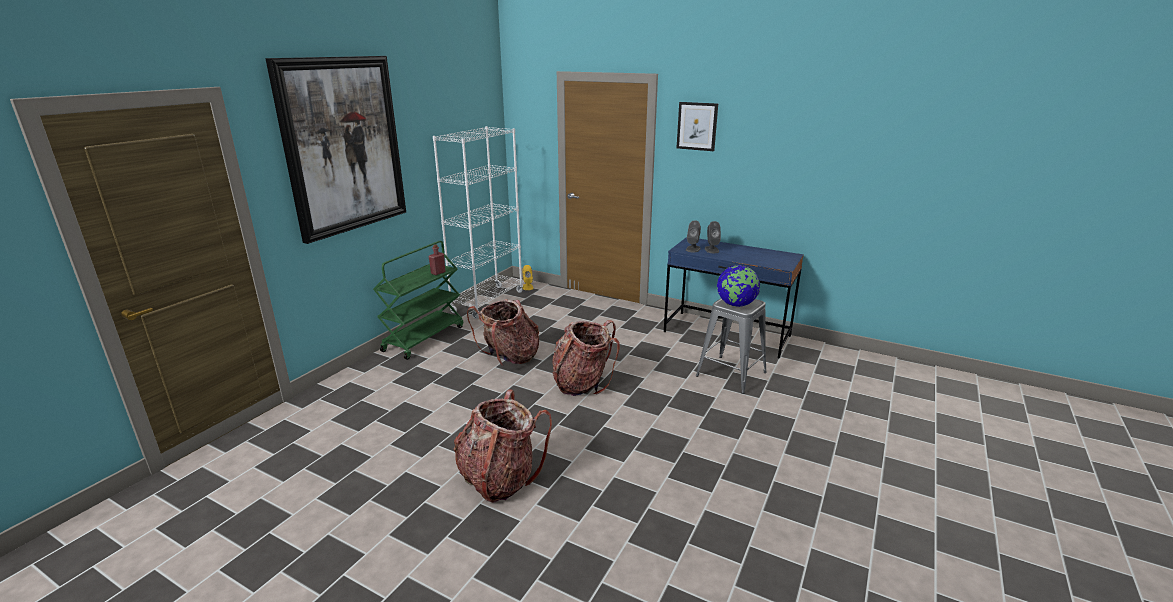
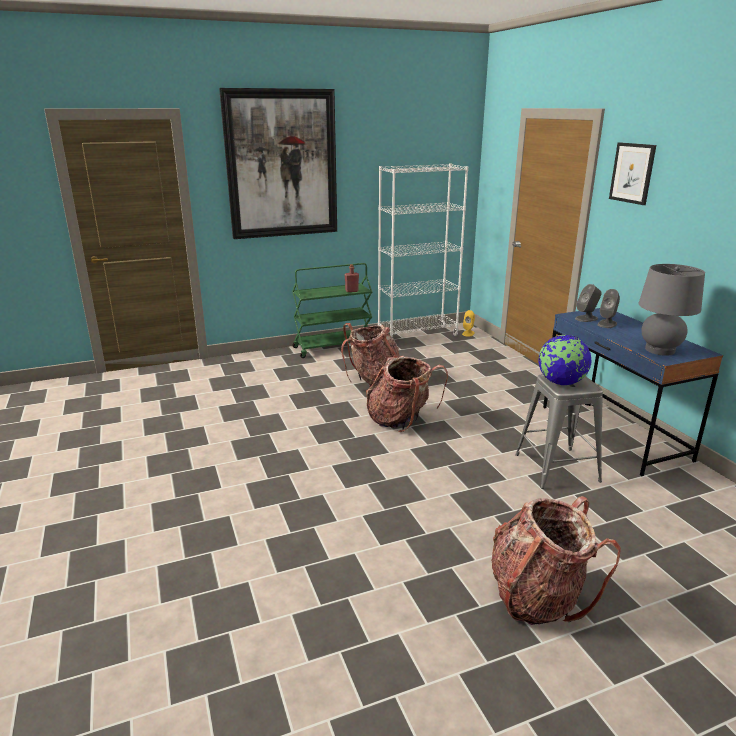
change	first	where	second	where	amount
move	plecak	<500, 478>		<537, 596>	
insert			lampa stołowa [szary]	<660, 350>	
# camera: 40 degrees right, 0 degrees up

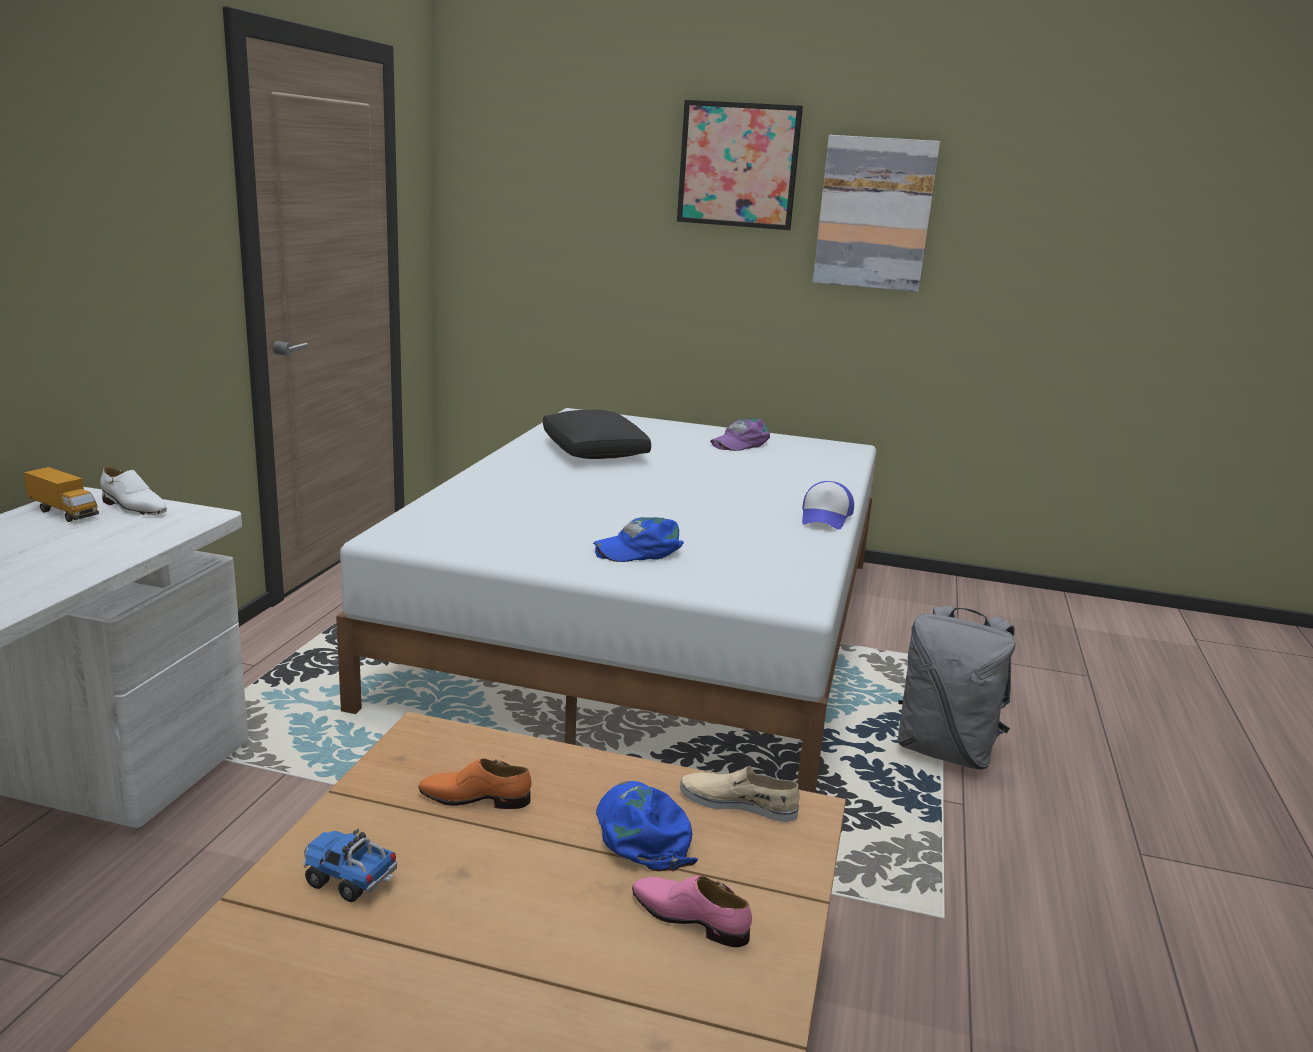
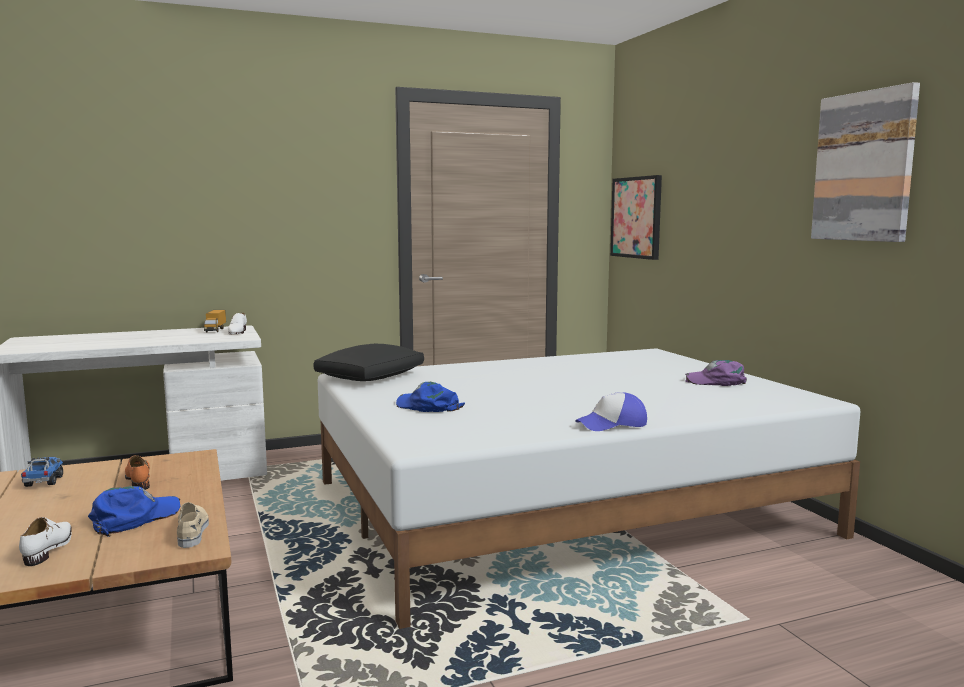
change	first	where	second	where	amount
move	poduszka [czarny]	<595, 452>		<370, 377>	
recolor	but [różowy]	<689, 918>	but [biały]	<49, 548>	
move	obraz	<738, 165>		<637, 217>	
delete	plecak [szary]	<945, 751>			
# camera: 55 degrees right, 10 degrees down

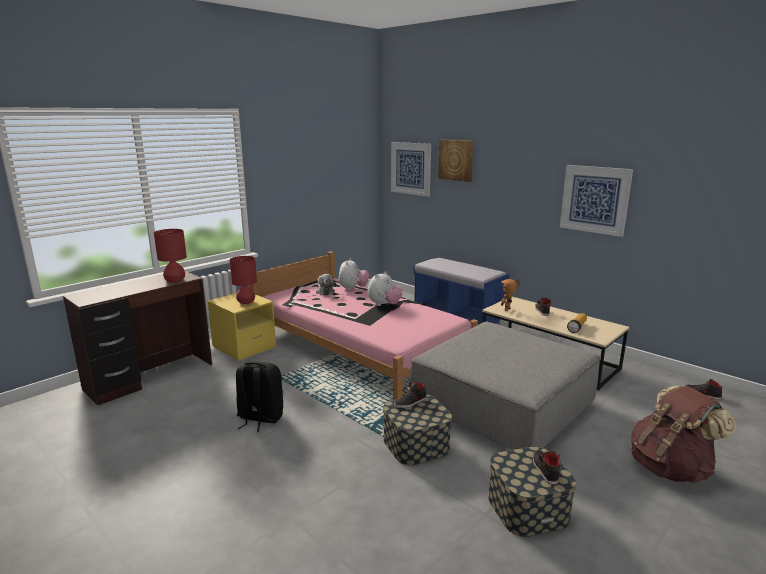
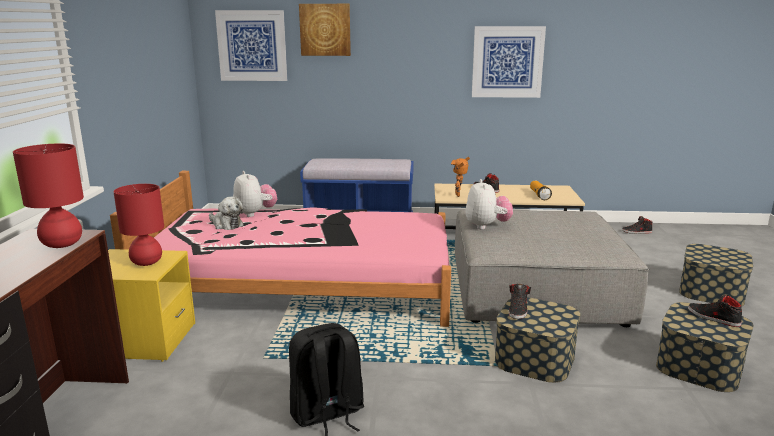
change	first	where	second	where	amount
move	pluszak	<384, 305>		<487, 226>	
replace	plecak [brązowy]	<670, 468>	pojemnik do przechowywania	<711, 291>	
# camera: 40 degrees left, 0 degrees up

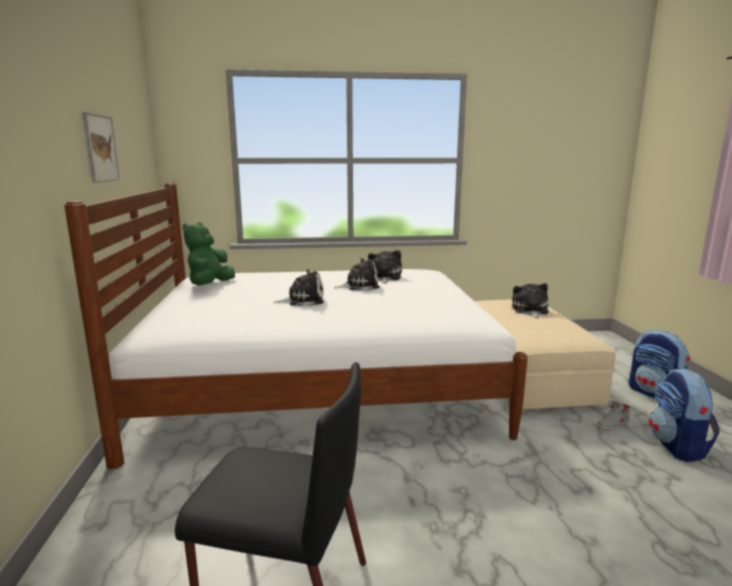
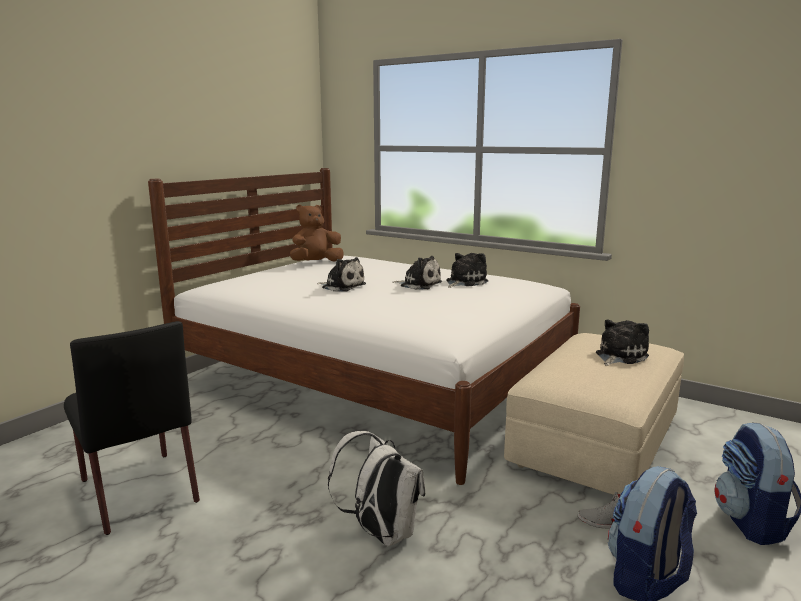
change	first	where	second	where	amount
delete	obraz	<100, 148>			
recolor	pluszak [zielony]	<210, 285>	pluszak [brązowy]	<316, 263>	
insert			plecak [biały]	<381, 533>	
# camera: 40 degrees right, 0 degrees up

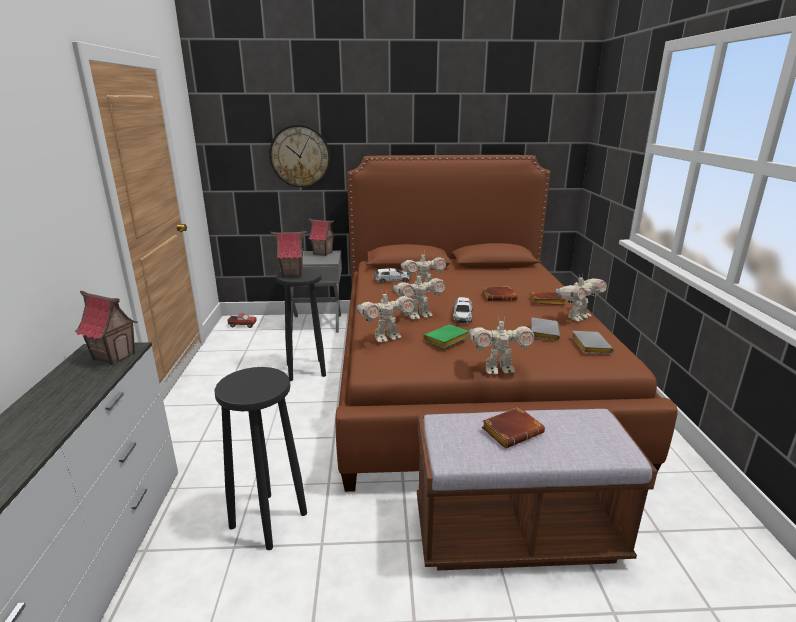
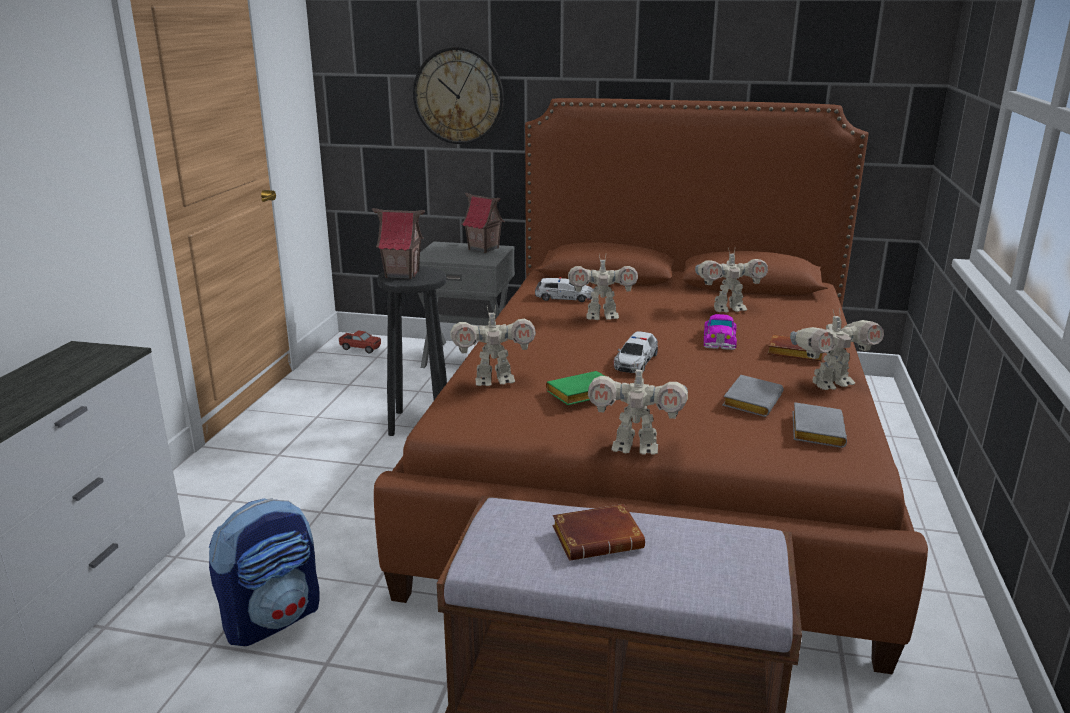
change	first	where	second	where	amount
delete	domek	<114, 356>			
replace	stołek [czarny]	<269, 519>	plecak	<273, 618>	
move	robot zabawkowy	<419, 315>		<728, 309>	
replace	książka [brązowy]	<499, 297>	samochodzik	<719, 338>	
# camera: 15 degrees right, 0 degrees up

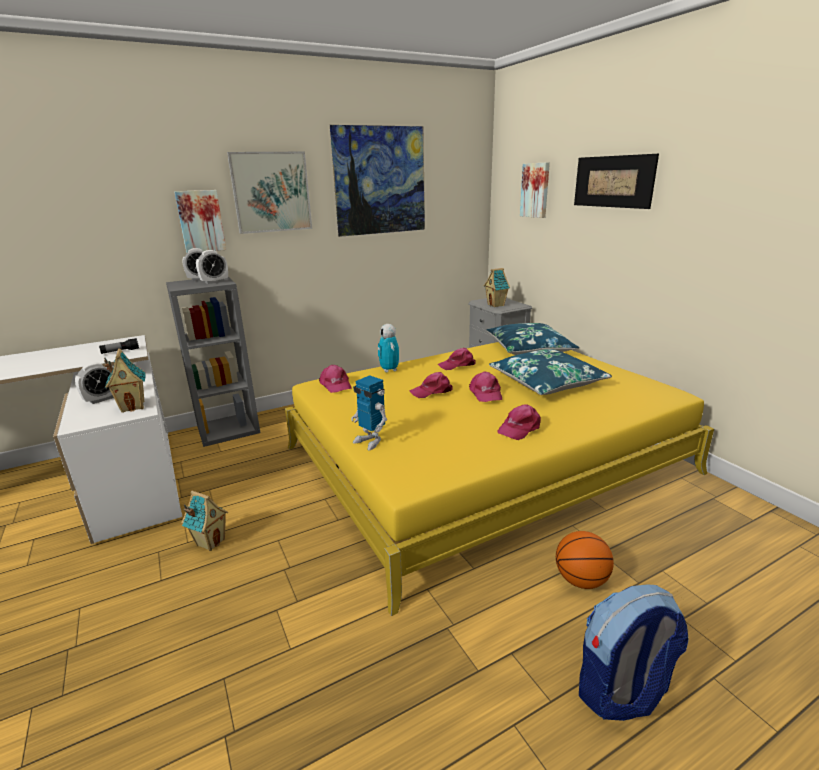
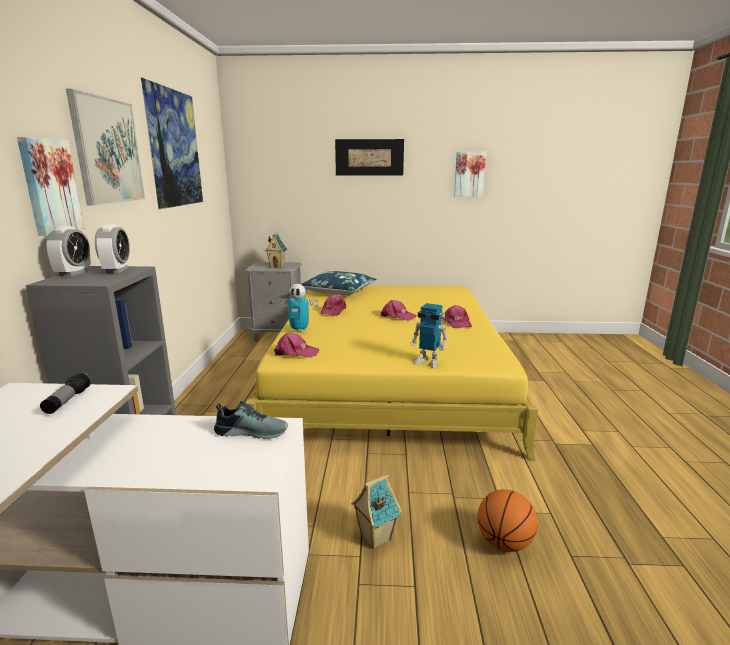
change	first	where	second	where	amount
delete	budzik	<102, 399>			
replace	domek	<133, 406>	but	<252, 431>	
rotate	robot zabawkowy	<370, 441>		<428, 362>	45 degrees clockwise
delete	czapka z daszkiem [różowy]	<432, 391>			
delete	poduszka [niebieski]	<546, 382>			
move	obraz	<535, 190>		<469, 174>	
move	piłka do koszykówki	<581, 580>		<504, 542>	
delete	plecak	<622, 691>			
# camera: 60 degrees left, 5 degrees down

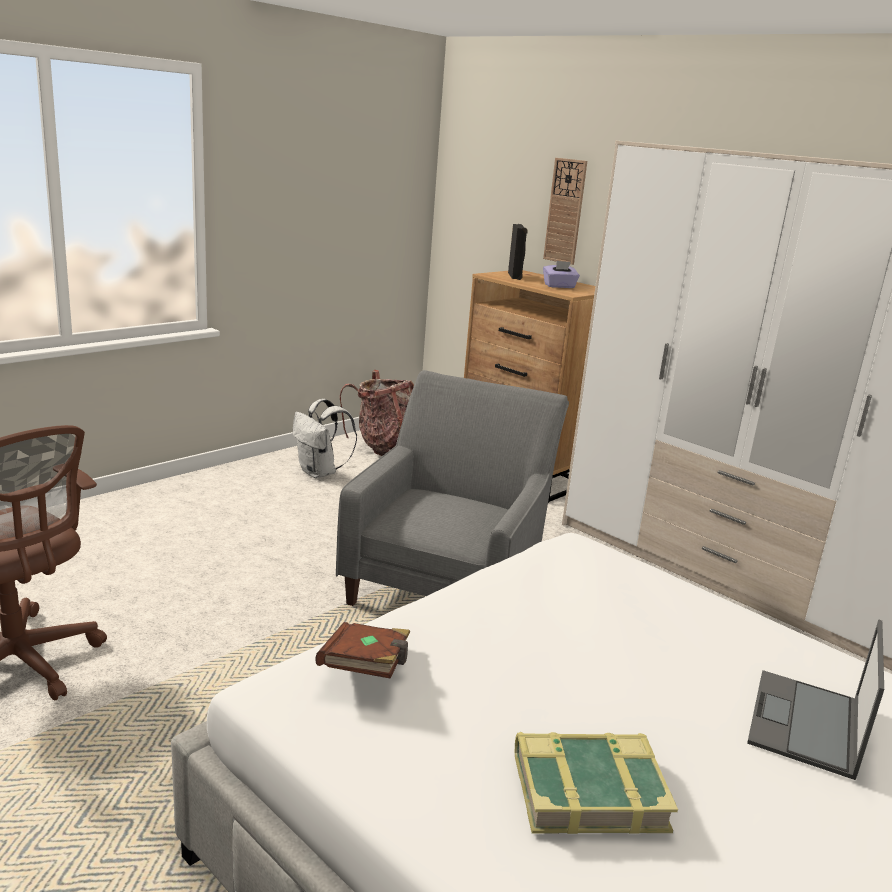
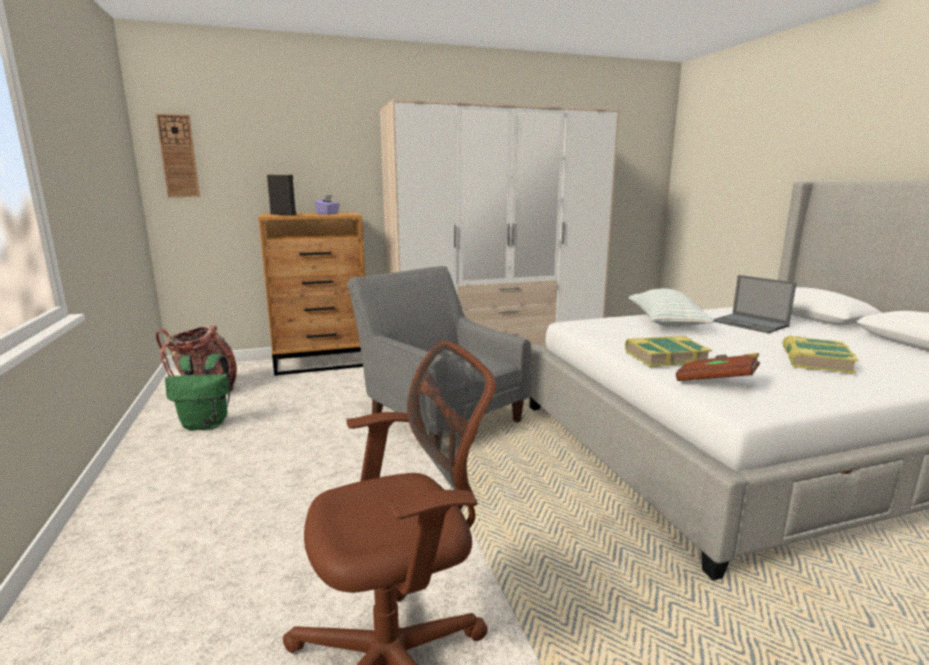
change	first	where	second	where	amount
recolor	plecak [biały]	<320, 473>	plecak [zielony]	<207, 424>	
move	zegar ścienny	<565, 211>		<178, 156>	
insert			książka	<665, 357>	
insert			poduszka	<665, 323>	
# camera: 60 degrees left, 5 degrees down

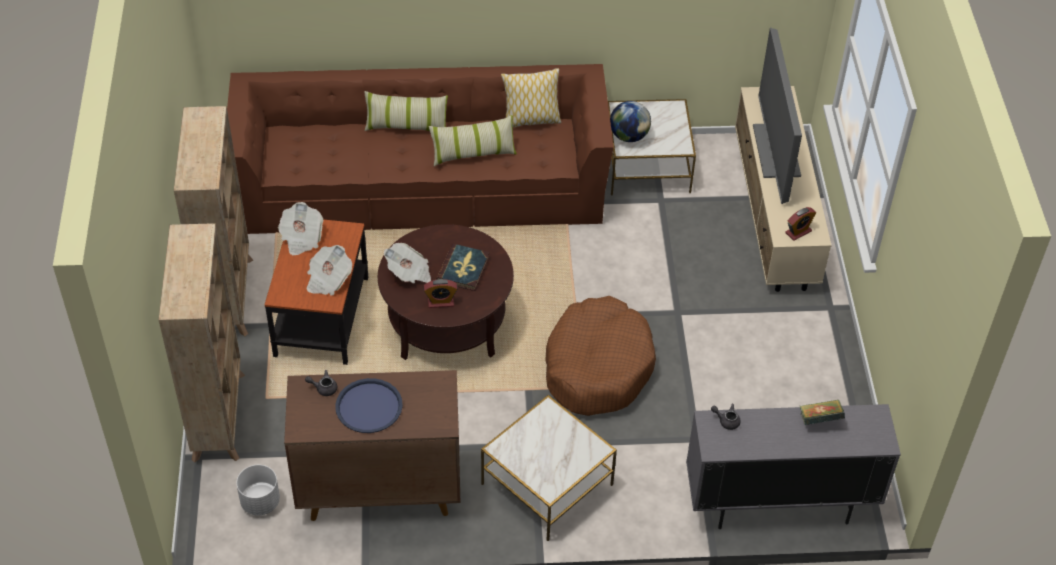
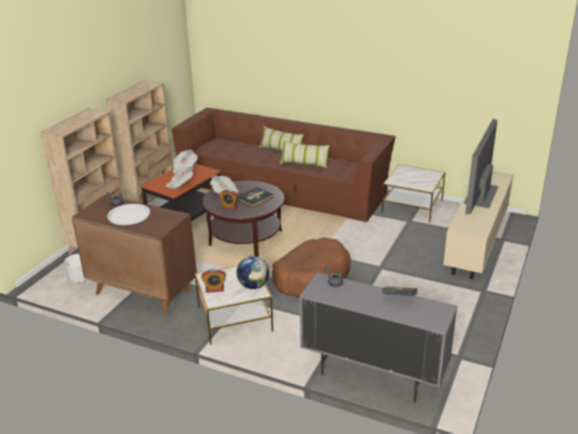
change	first	where	second	where	amount
recolor	taca [niebieski]	<369, 406>	taca [biały]	<129, 215>	
delete	poduszka	<531, 120>			
move	globus	<629, 136>		<253, 286>	
move	budzik	<798, 232>		<214, 289>	
# camera: 30 degrees right, 20 degrees down

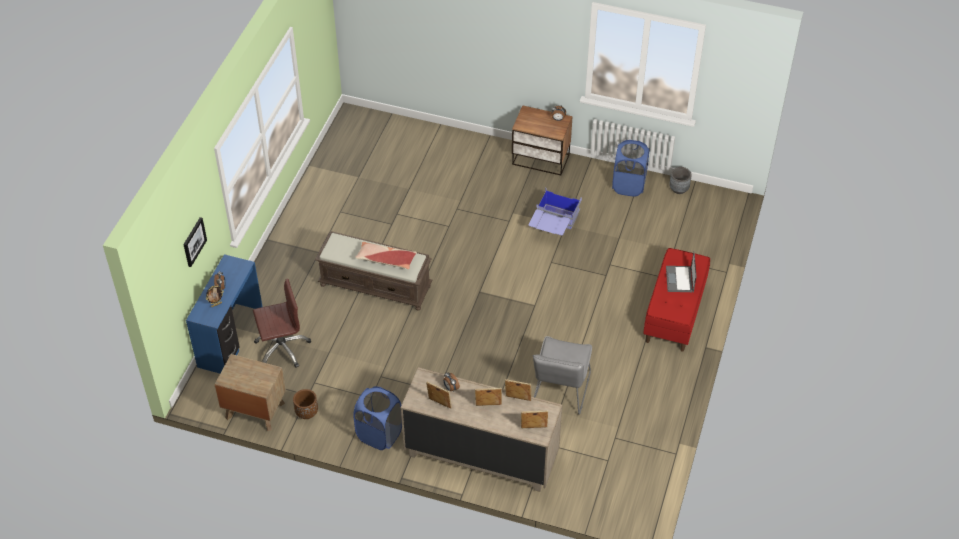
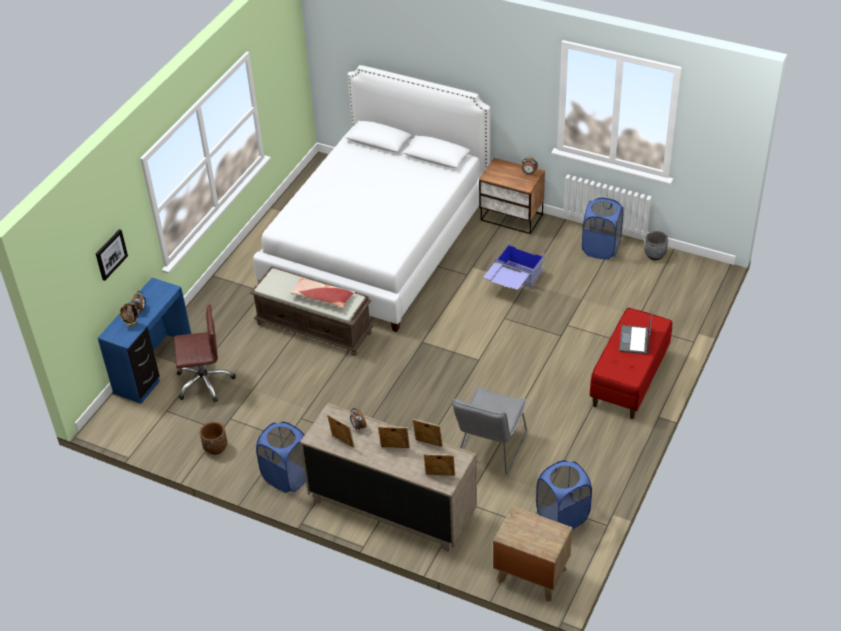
change	first	where	second	where	amount
move	szafka nocna [brązowy]	<254, 410>		<530, 575>	
insert			łóżko [biały]	<378, 243>	
insert			kosz na pranie [niebieski]	<562, 516>	
# camera: 10 degrees right, 5 degrees down

